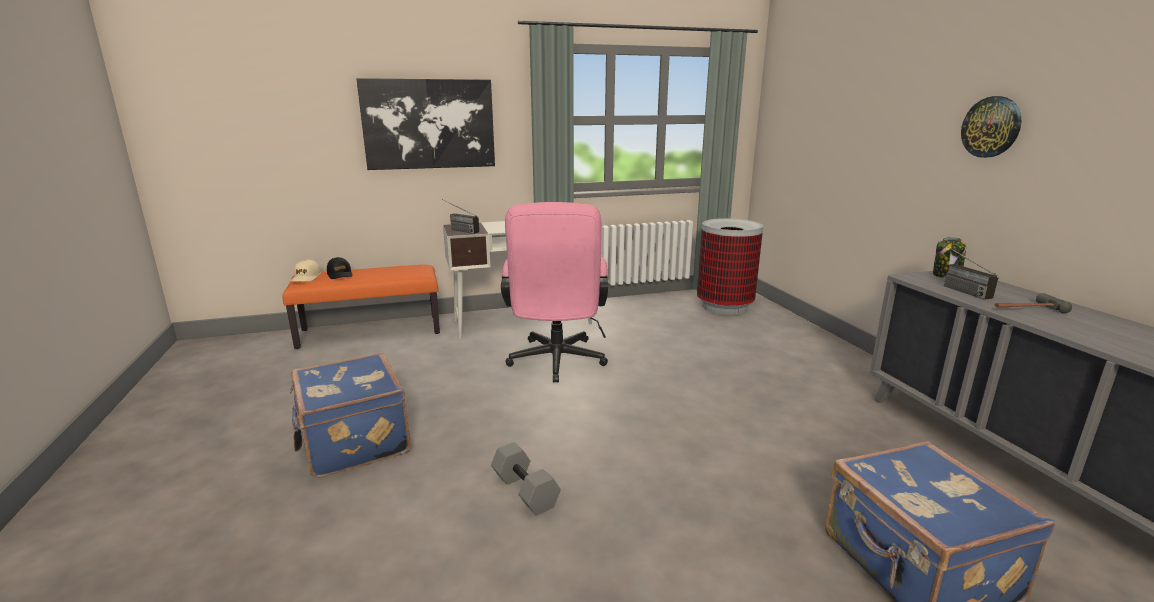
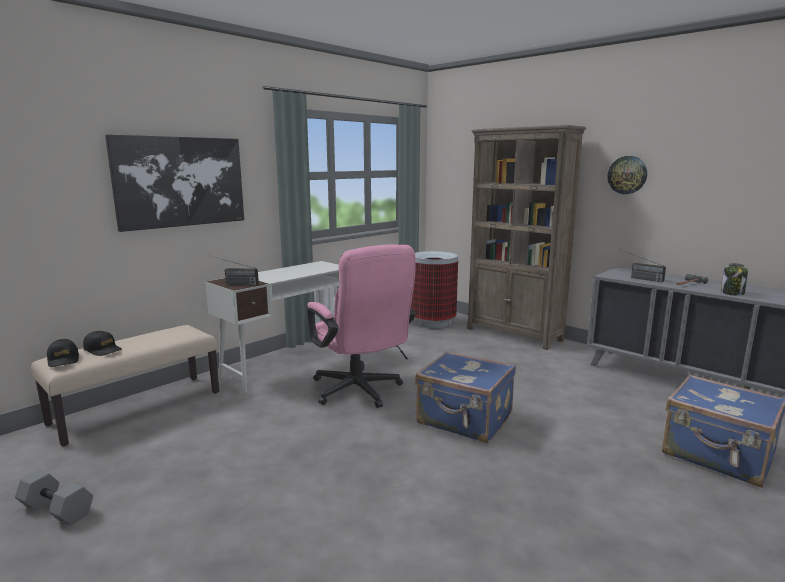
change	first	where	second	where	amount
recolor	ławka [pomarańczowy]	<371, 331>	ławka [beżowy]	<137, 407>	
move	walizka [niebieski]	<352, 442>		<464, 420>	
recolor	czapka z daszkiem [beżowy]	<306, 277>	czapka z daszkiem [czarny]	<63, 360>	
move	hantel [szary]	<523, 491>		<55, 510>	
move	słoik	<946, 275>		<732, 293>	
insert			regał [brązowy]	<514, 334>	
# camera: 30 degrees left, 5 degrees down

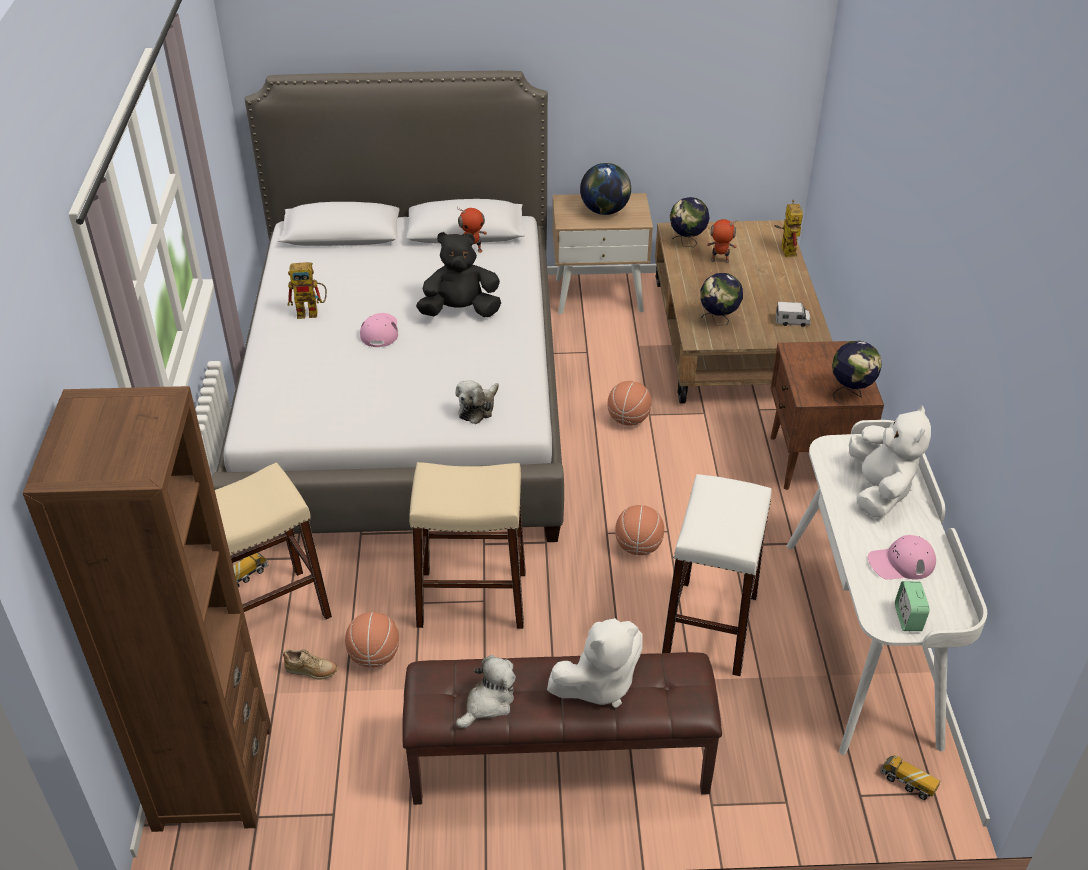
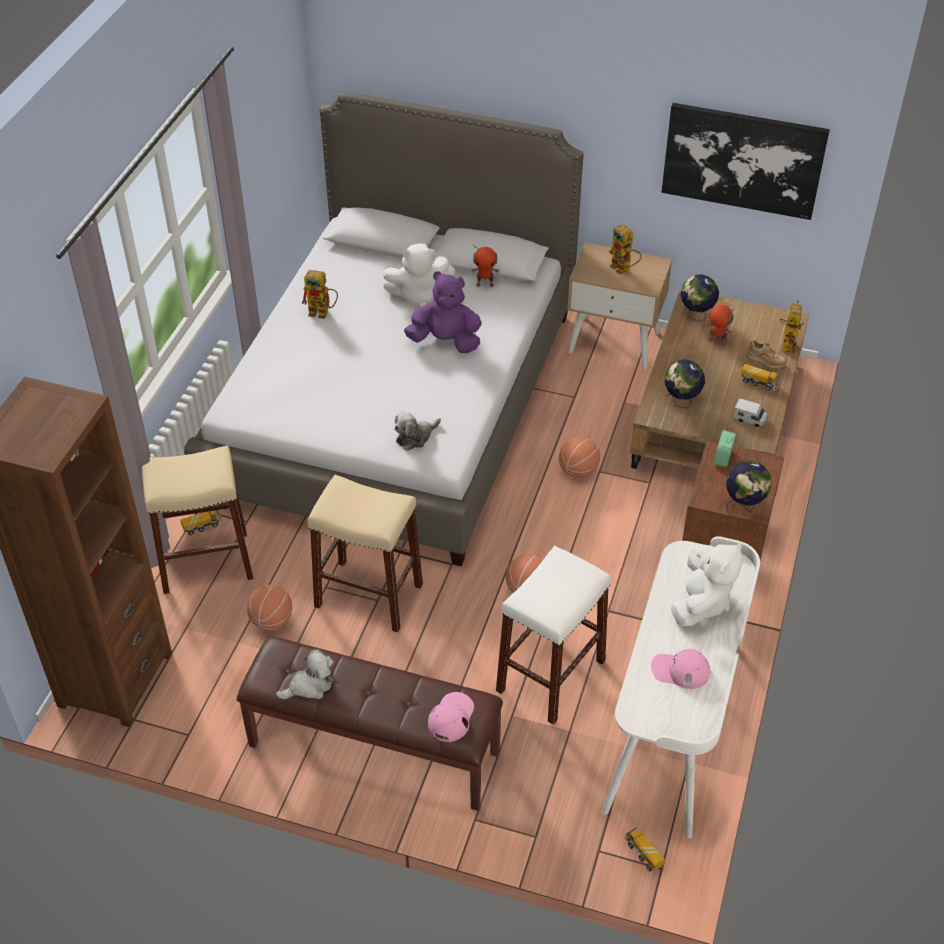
change	first	where	second	where	amount
move	but [beżowy]	<311, 672>		<766, 362>	
move	czapka z daszkiem [różowy]	<380, 331>		<451, 718>	
recolor	pluszak [czarny]	<460, 311>	pluszak [fioletowy]	<445, 341>	
move	pluszak [biały]	<598, 684>		<419, 294>	
replace	globus	<605, 211>	robot zabawkowy	<623, 269>	
move	budzik	<908, 618>		<723, 458>	
insert			obraz	<743, 160>	
insert			ciężarówka zabawkowa	<759, 383>	
# camera: 20 degrees right, 5 degrees up

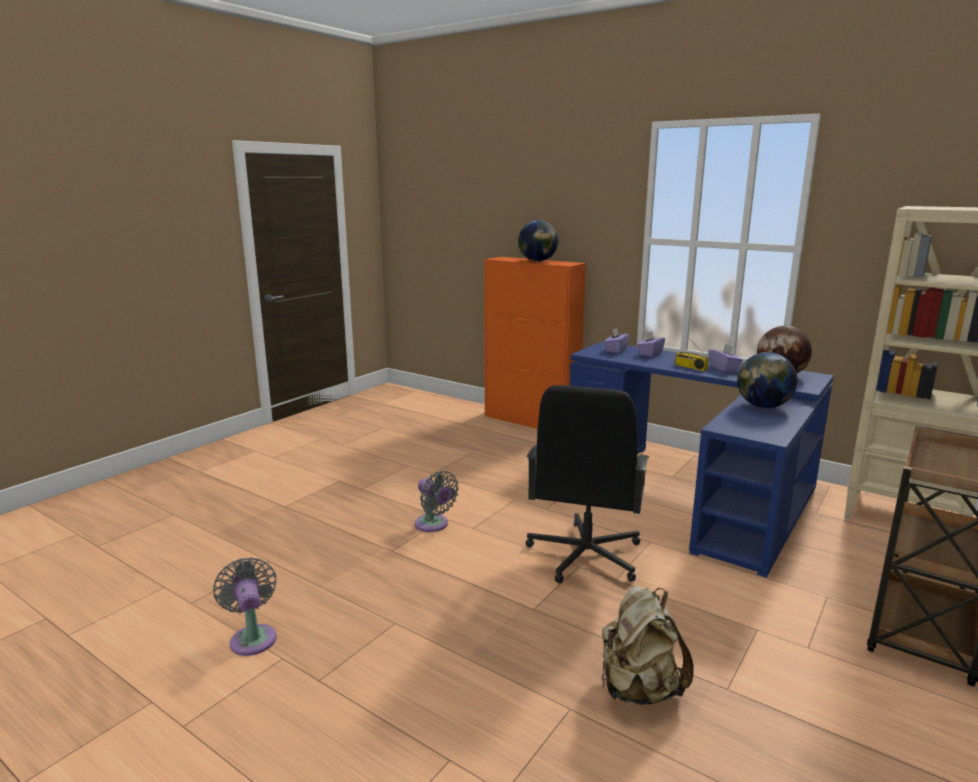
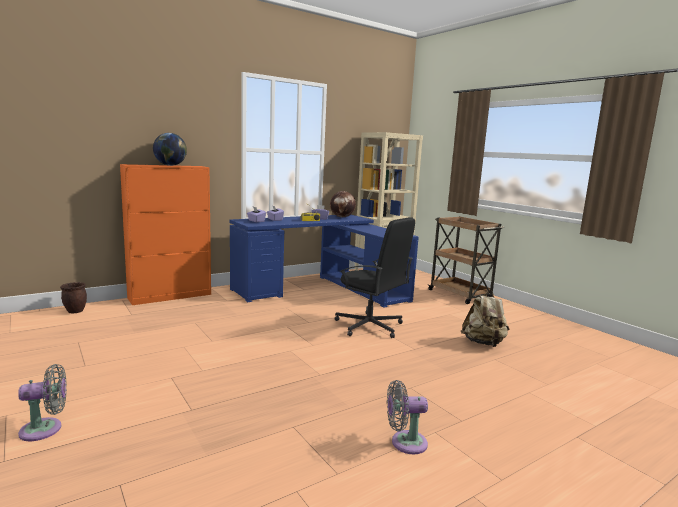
change	first	where	second	where	amount
move	wentylator [szary]	<433, 525>		<45, 429>	
delete	globus	<763, 406>			
insert			donica [brązowy]	<75, 311>	
# camera: 70 degrees left, 5 degrees down

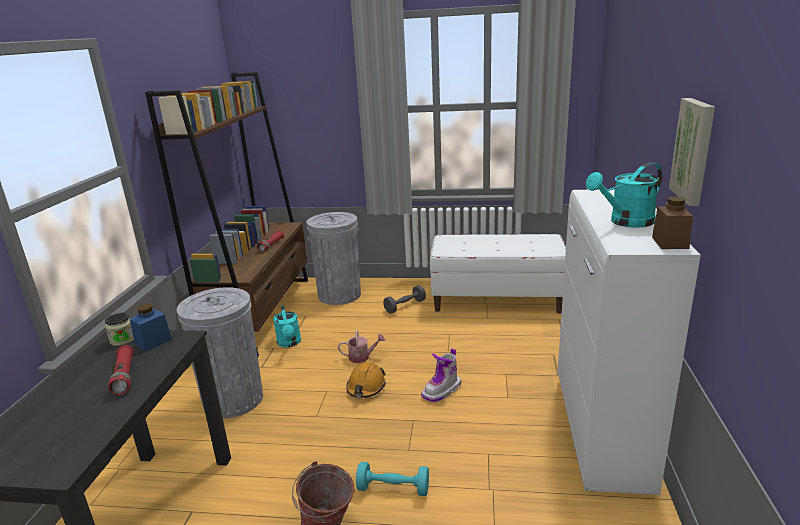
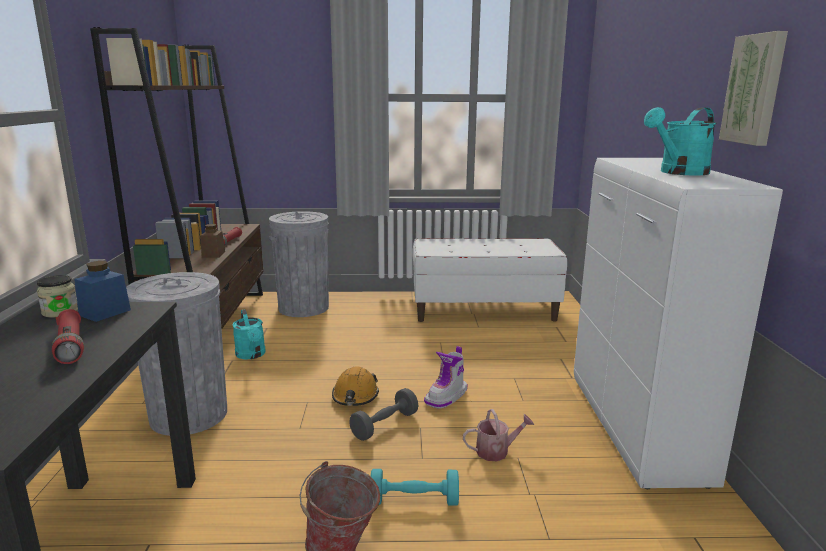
change	first	where	second	where	amount
move	konewka	<362, 357>		<496, 451>	
move	hantel [szary]	<405, 306>		<384, 425>	
move	słoik [brązowy]	<670, 243>		<213, 254>	
# camera: 10 degrees left, 5 degrees down

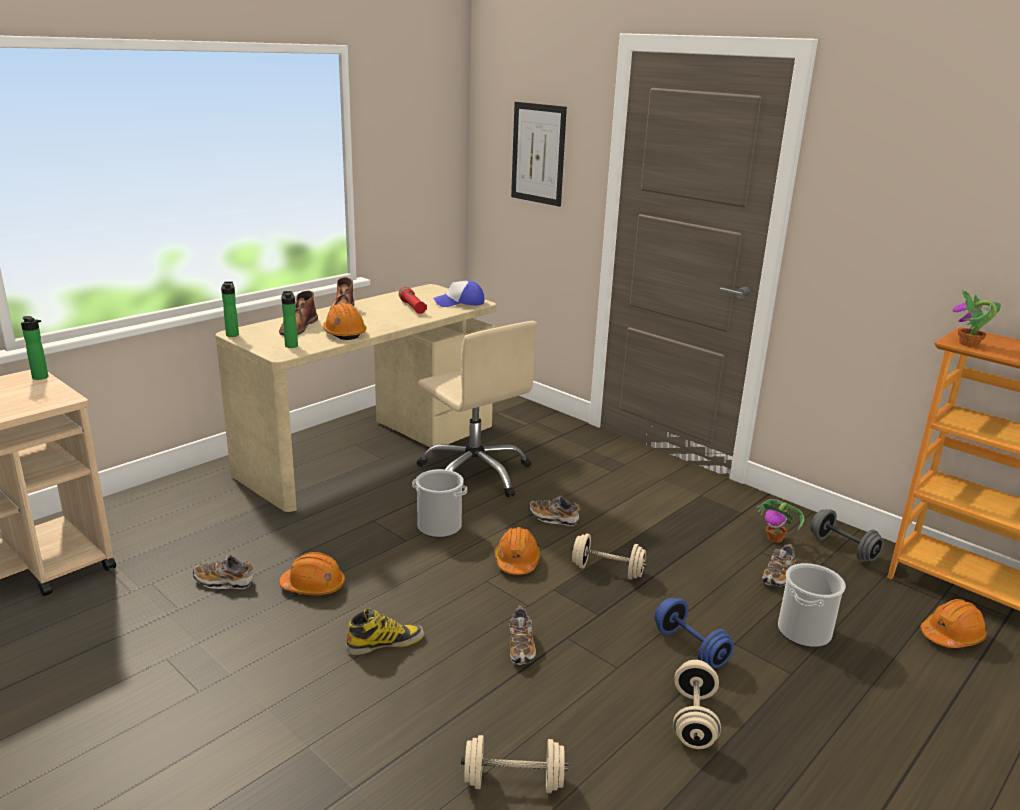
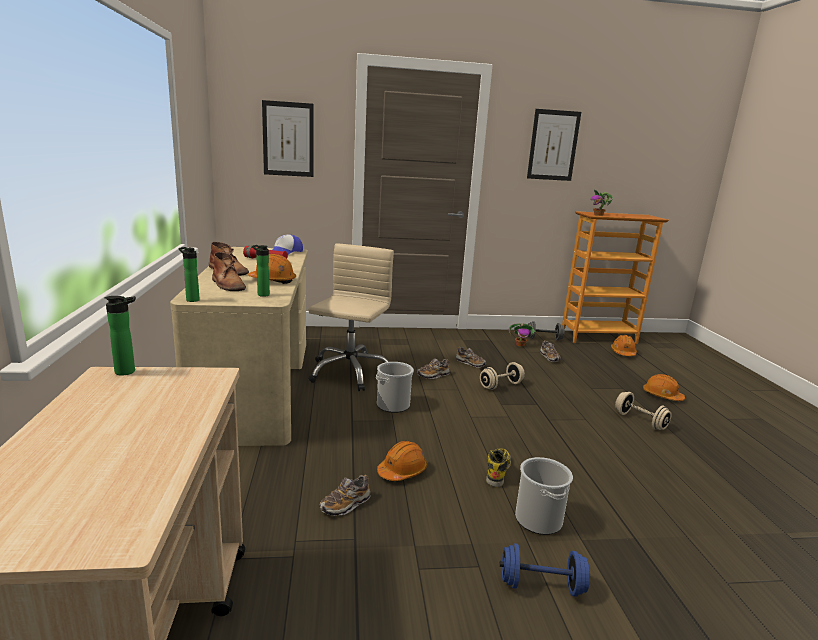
change	first	where	second	where	amount
rotate	krzesło biurowe [beżowy]	<475, 473>		<349, 372>	75 degrees counterclockwise
delete	hantel [beżowy]	<513, 782>			
move	kask [pomarańczowy]	<517, 561>		<662, 396>	
move	but	<521, 647>		<470, 363>	
move	hantel [niebieski]	<690, 647>		<541, 585>	
move	wiadro	<804, 631>		<538, 519>	
insert			obraz	<553, 145>	
# camera: 50 degrees left, 5 degrees down

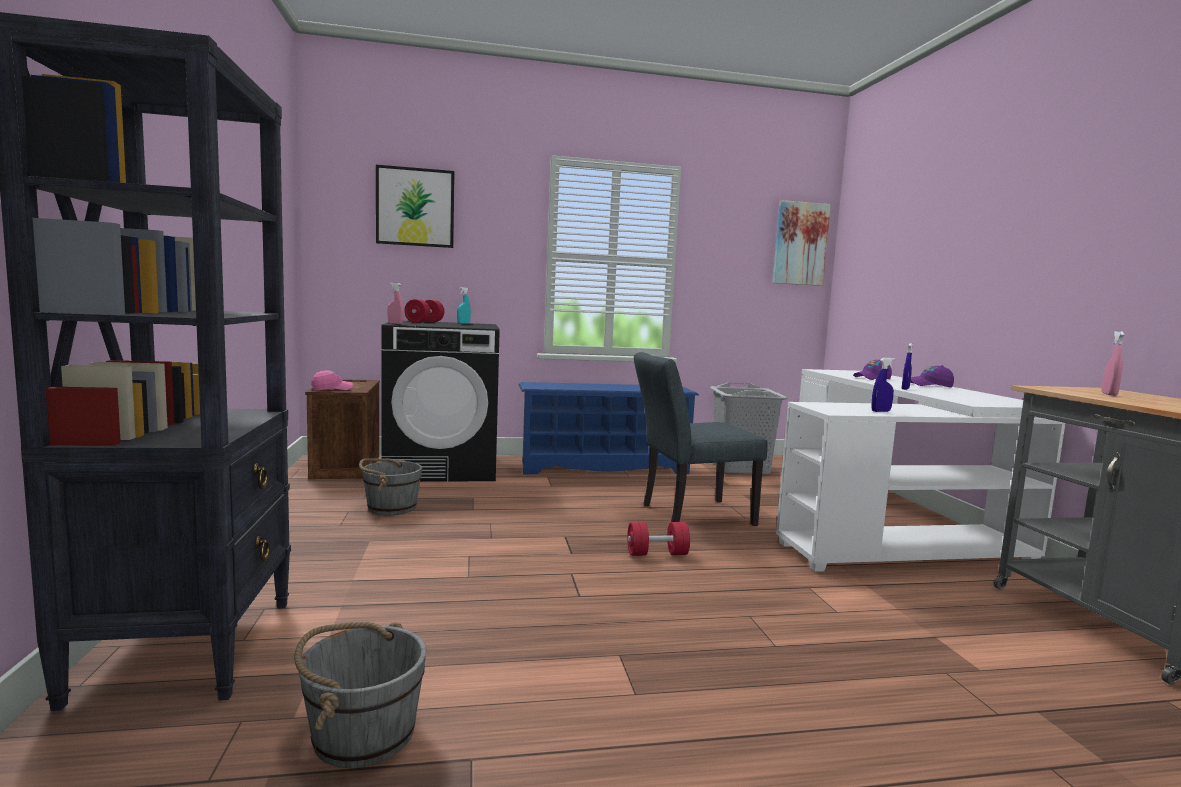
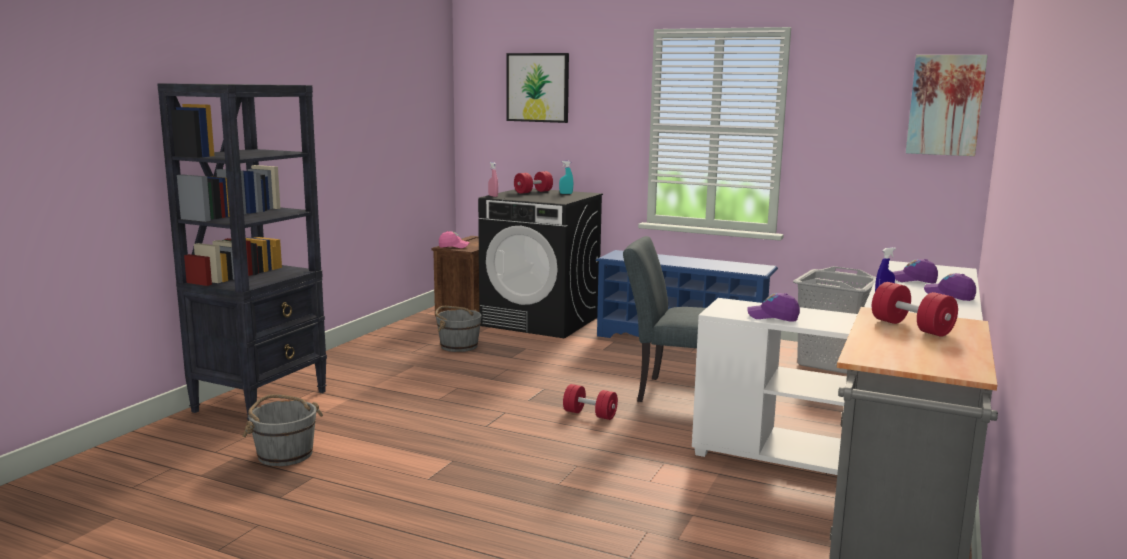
change	first	where	second	where	amount
replace	spryskiwacz [niebieski]	<881, 411>	czapka z daszkiem [fioletowy]	<772, 317>	
replace	spryskiwacz [różowy]	<1109, 394>	hantel [czerwony]	<911, 327>	
# camera: 35 degrees right, 5 degrees up

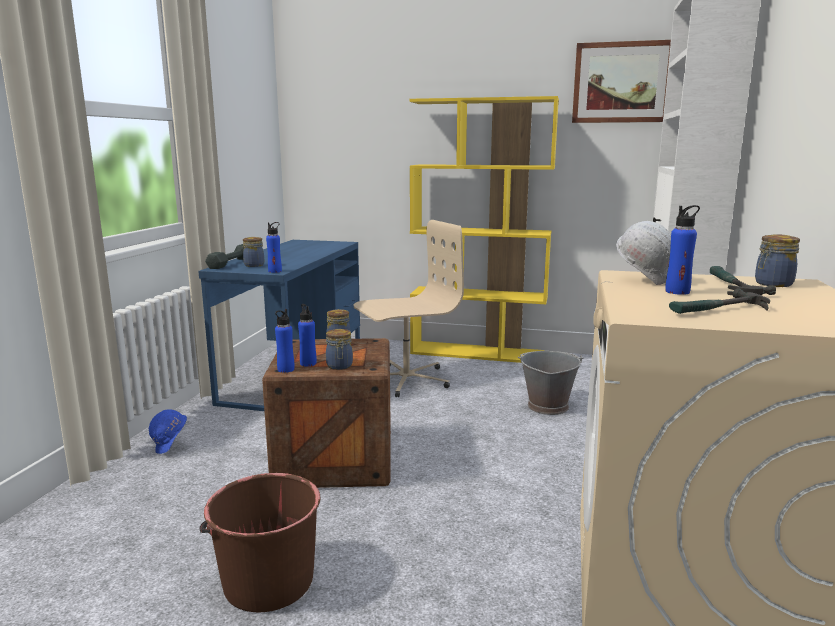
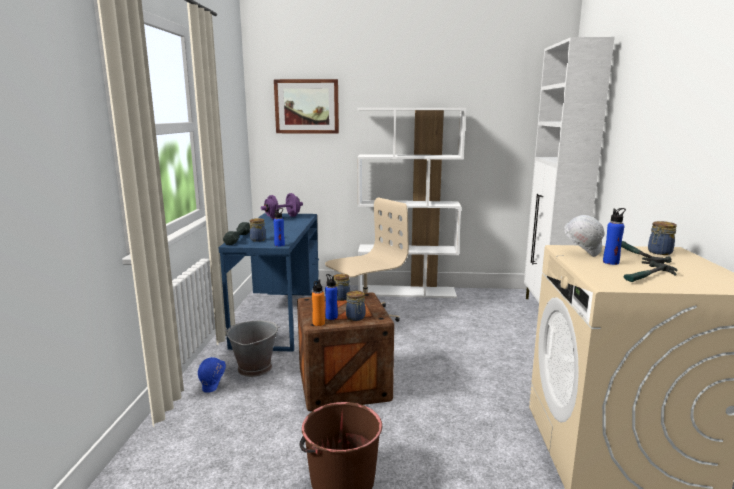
change	first	where	second	where	amount
recolor	butelka [niebieski]	<285, 369>	butelka [pomarańczowy]	<318, 323>	
recolor	regał [żółty]	<478, 353>	regał [biały]	<407, 292>	
move	wiadro [szary]	<547, 406>		<254, 368>	
move	obraz	<621, 82>		<307, 106>	
insert			hantel [fioletowy]	<282, 217>	
# camera: 10 degrees left, 0 degrees up

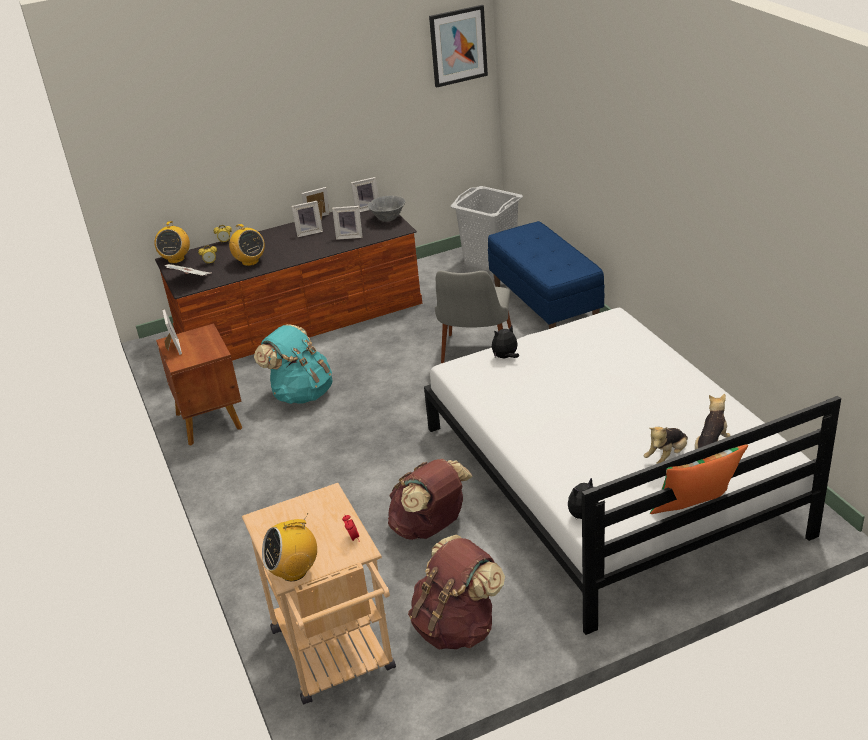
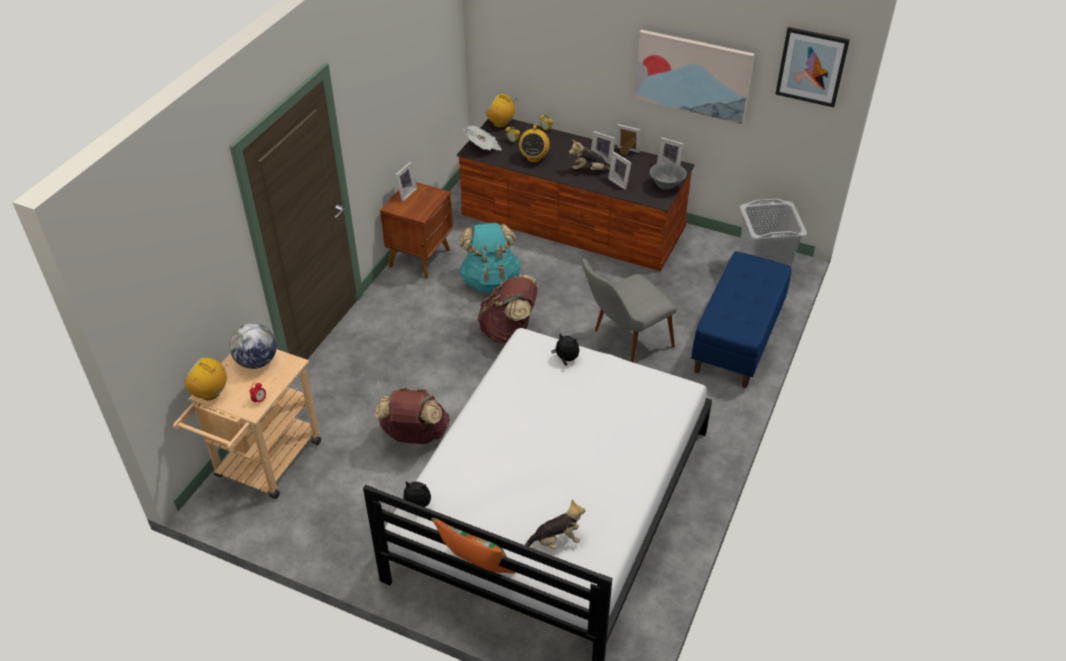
change	first	where	second	where	amount
rotate	radio	<176, 259>		<500, 123>	60 degrees clockwise
move	plecak [brązowy]	<457, 626>		<509, 331>	
move	pluszak	<666, 456>		<590, 170>	
insert			globus	<257, 362>	
insert			obraz	<693, 75>	
# camera: 45 degrees right, 10 degrees up

